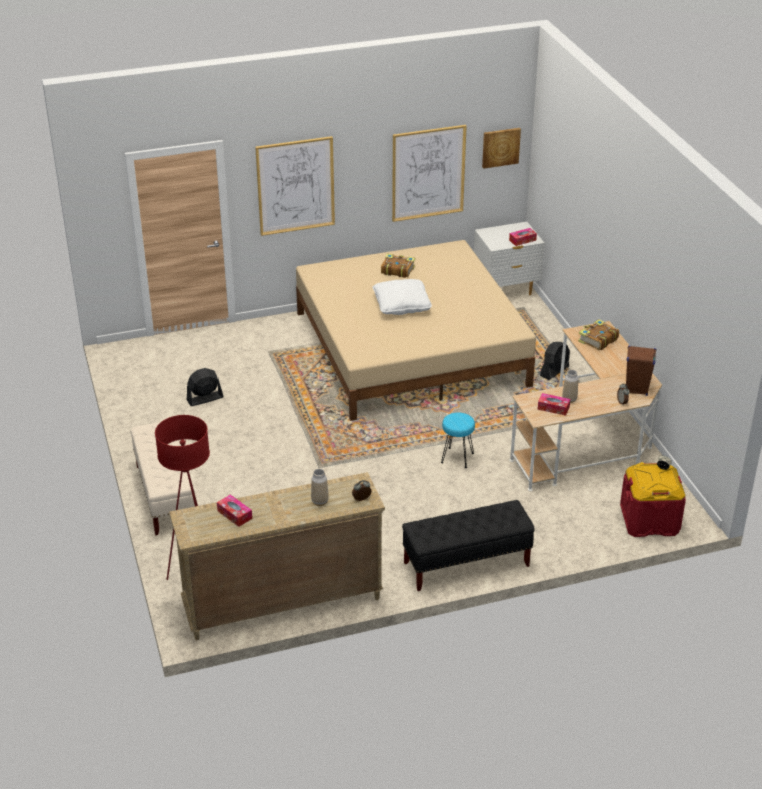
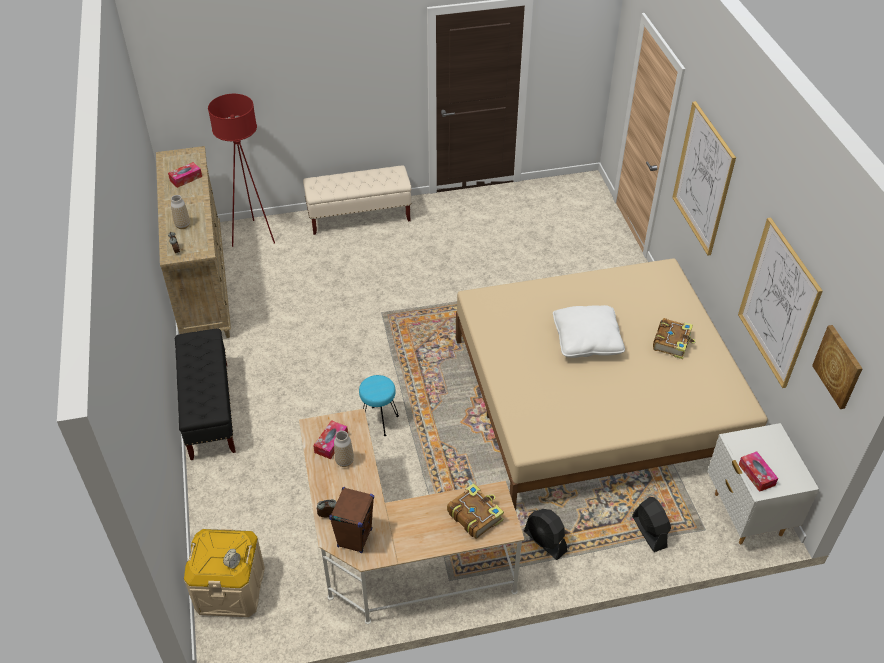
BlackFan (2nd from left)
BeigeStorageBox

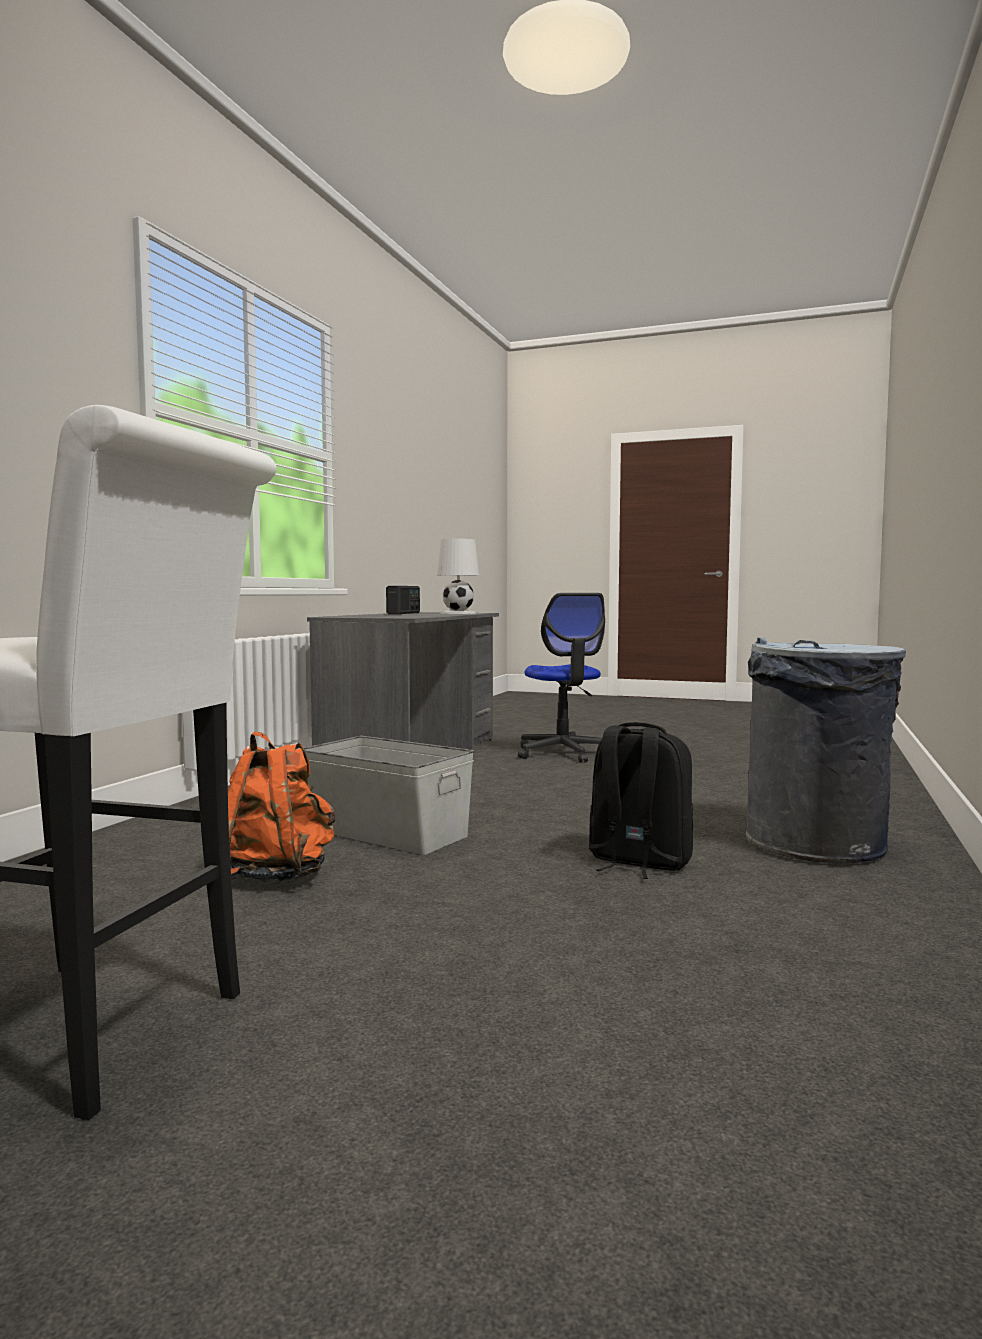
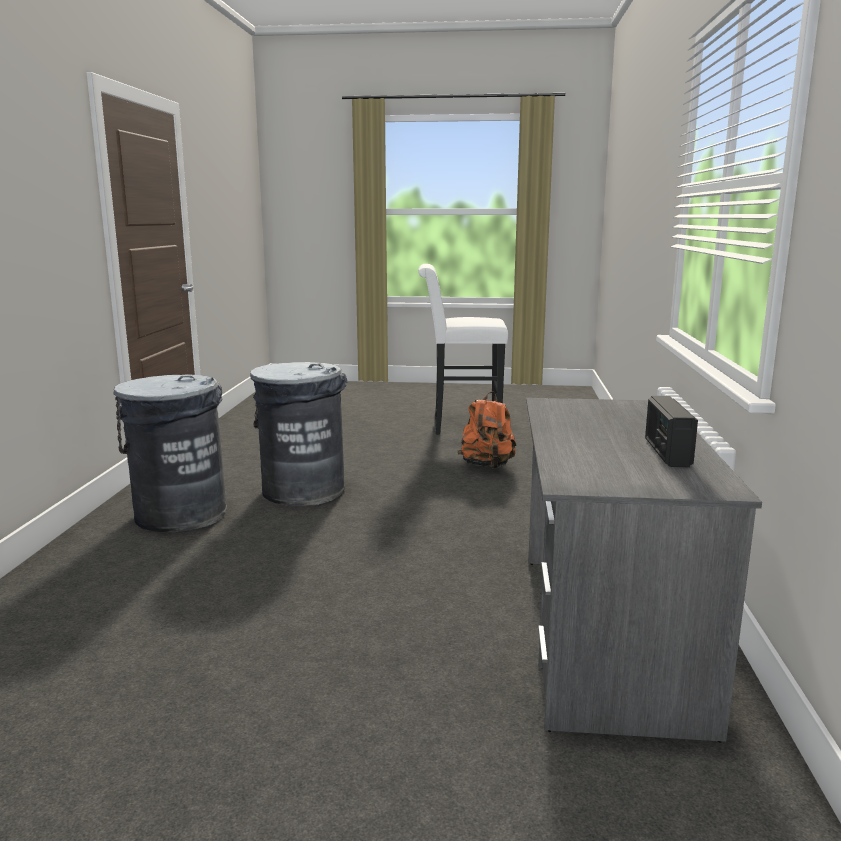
GreyStorageBox
WhiteTableLamp
OfficeChair
GreyTrashCan (2nd from left)

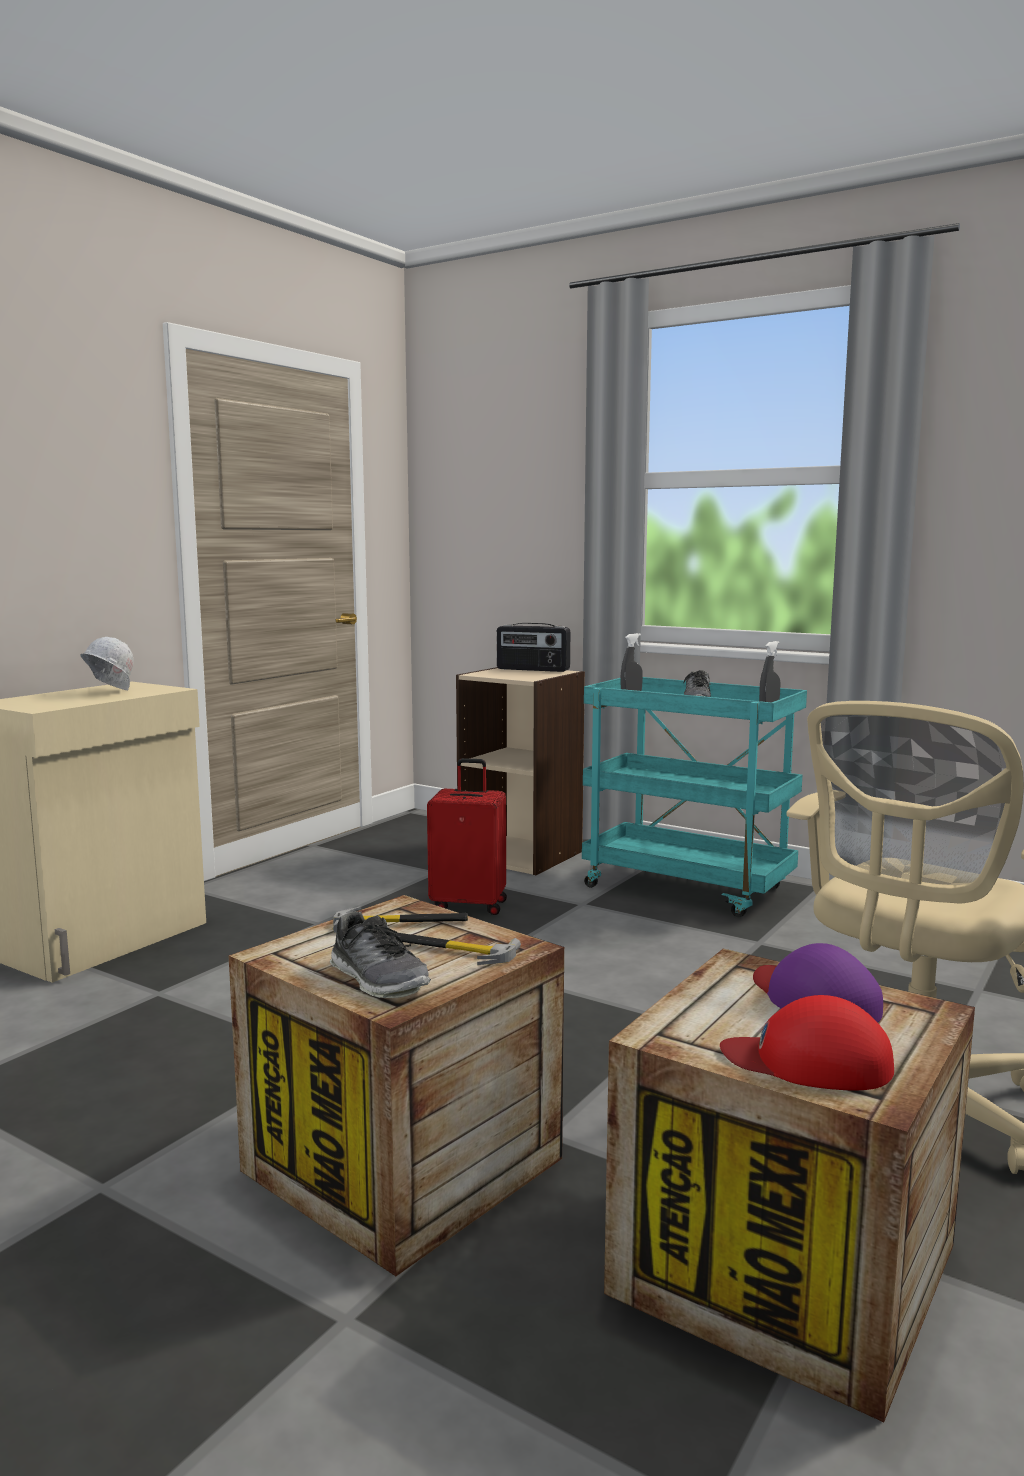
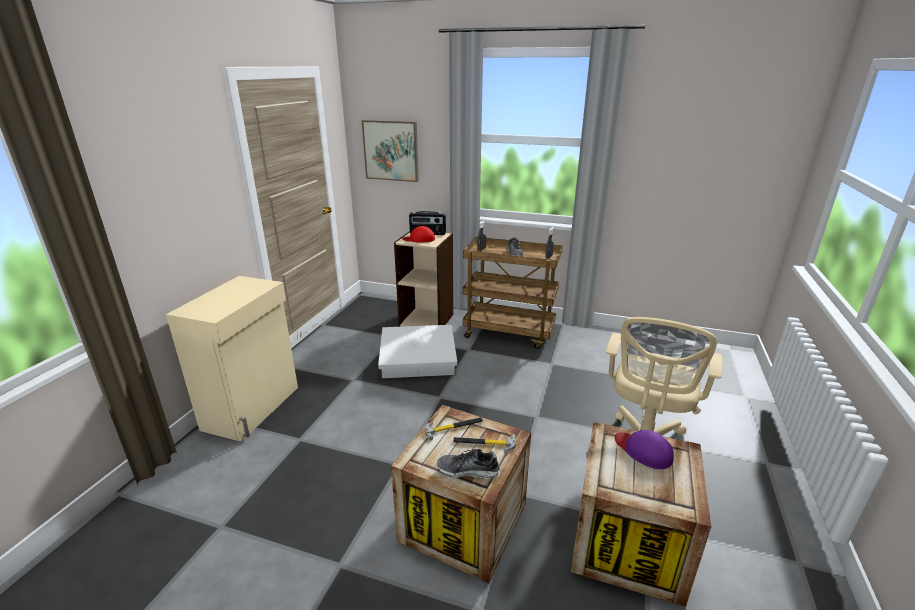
WhiteHardHat
Shoe (1st from left)
WhiteStorageBox
BrownCart
RedCap
Picture

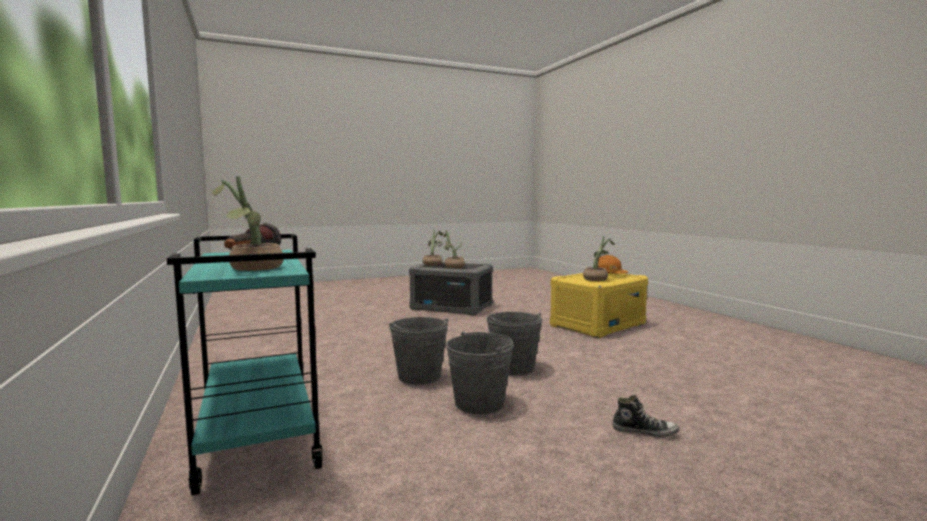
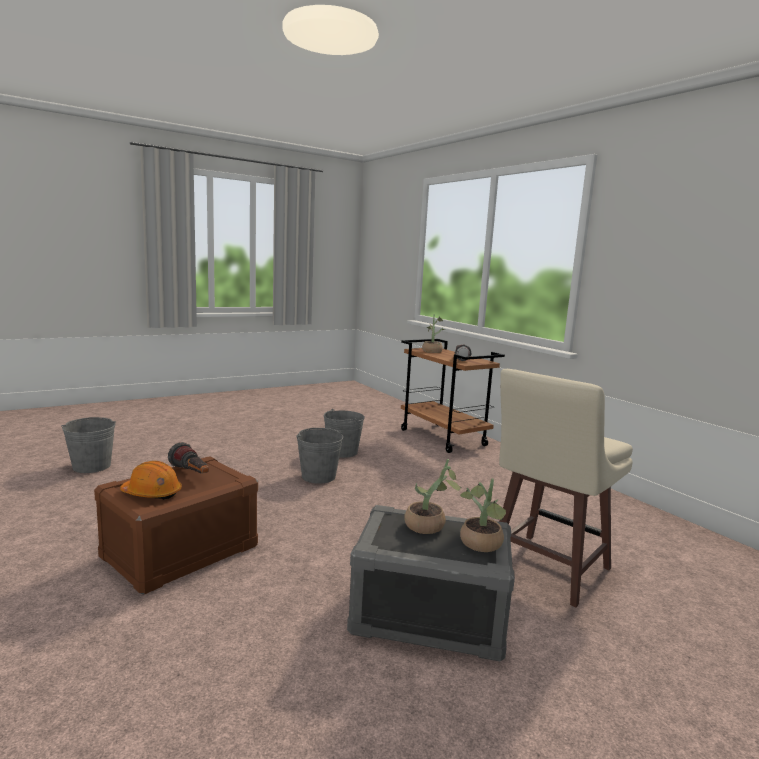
BrownCart
GreyBucket (1st from left)
BrownStorageBox
Flashlight (1st from left)
Shoe
BeigeStool

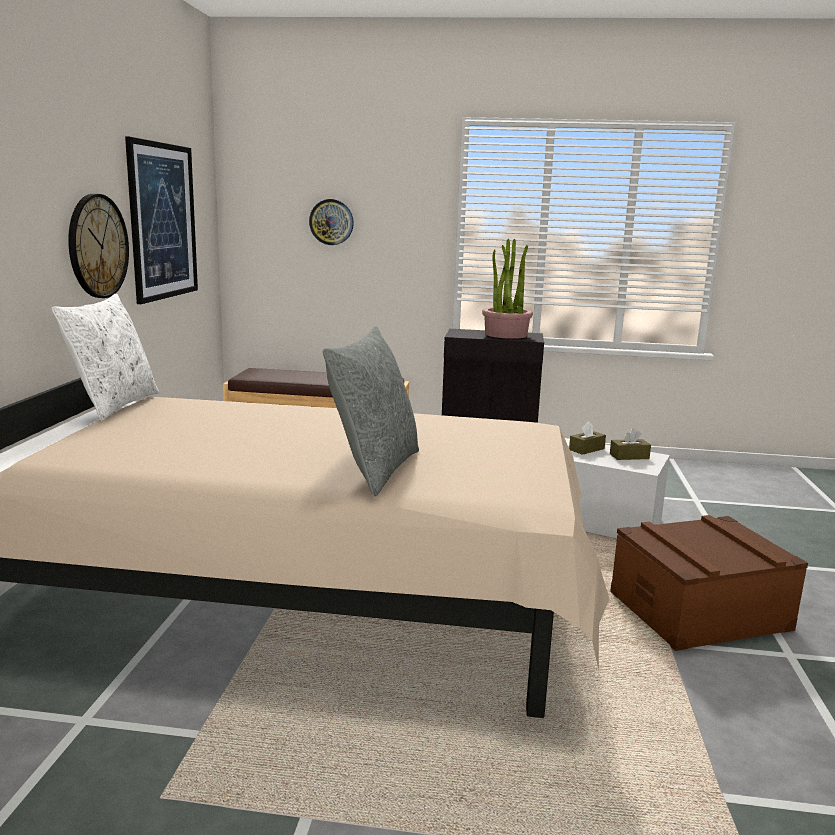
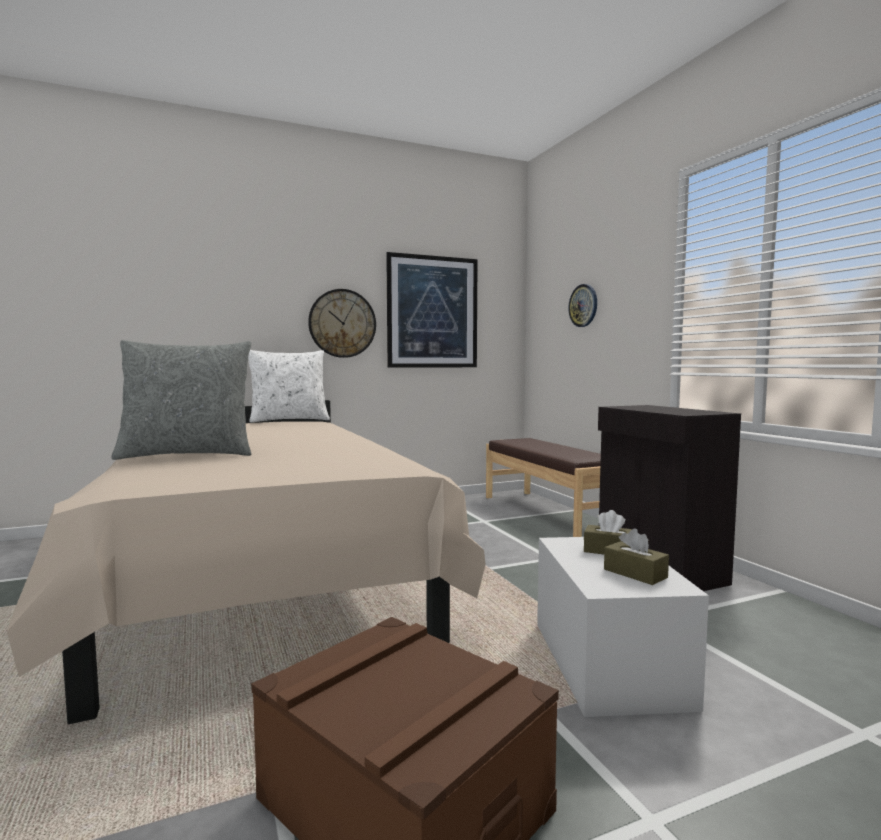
PottedPlant

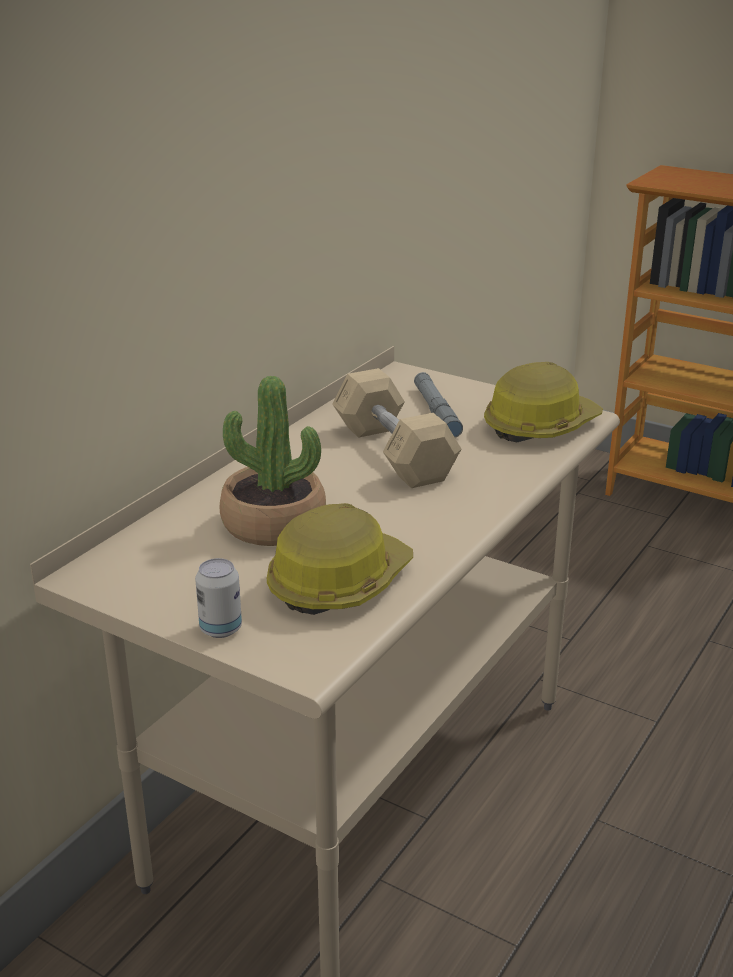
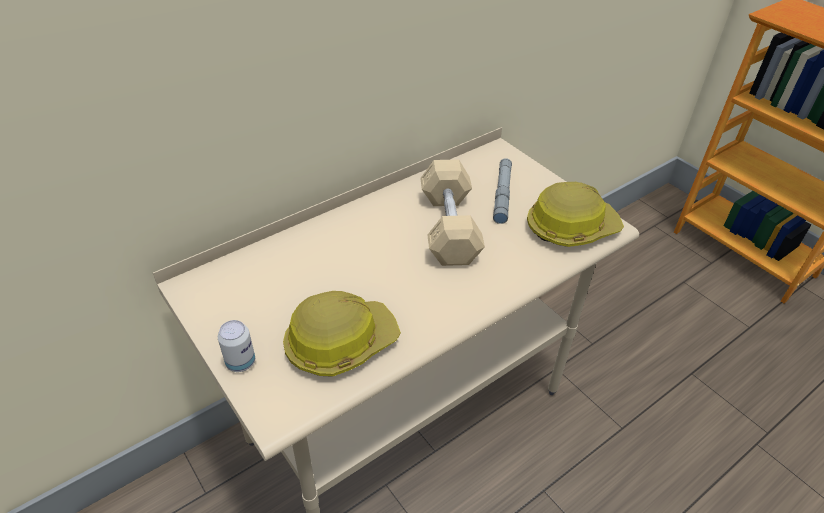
PottedPlant

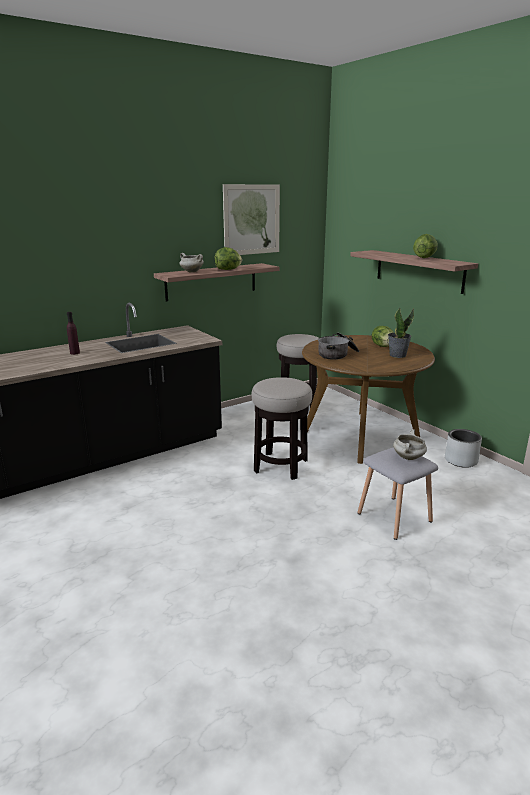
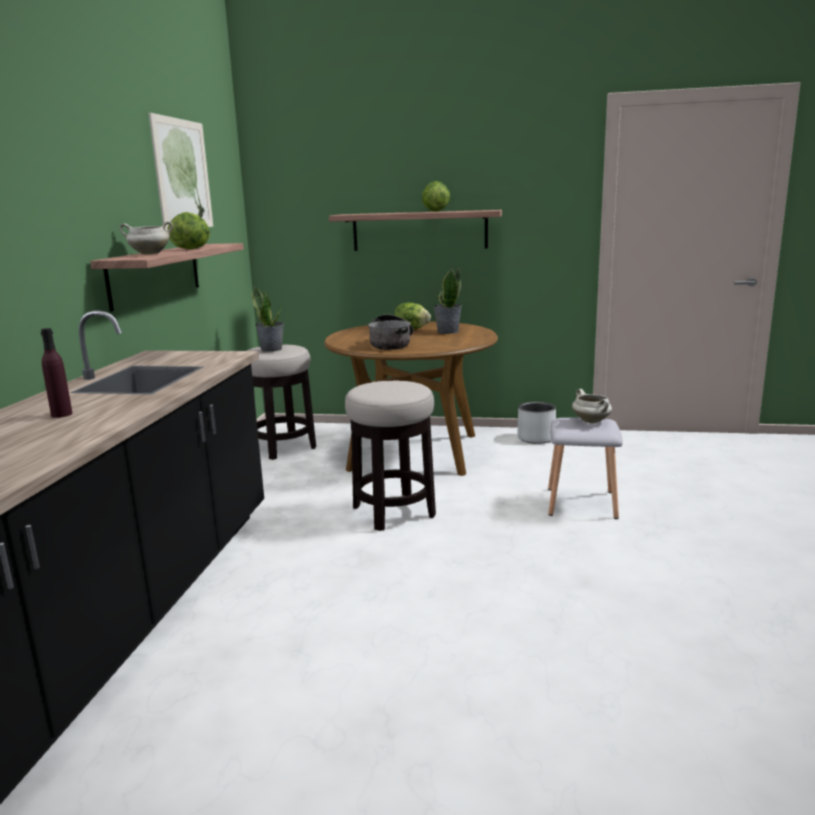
PottedPlant (1st from left)

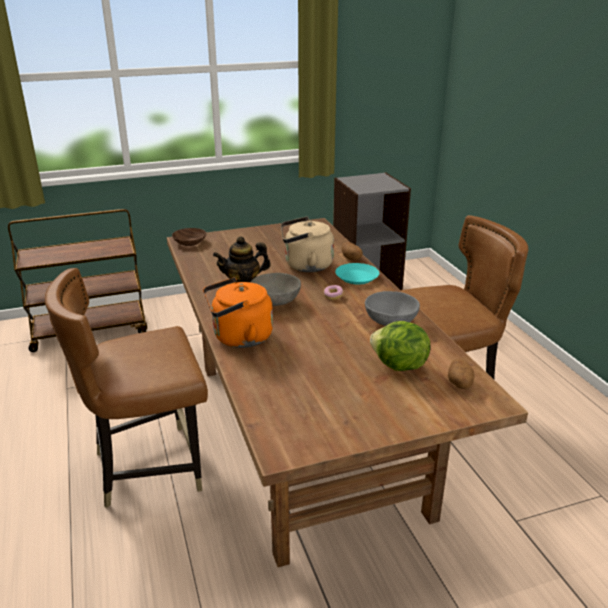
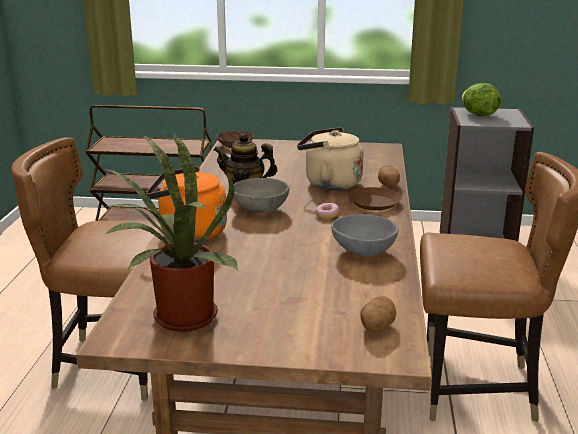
BrownPlate
Lettuce
PottedPlant

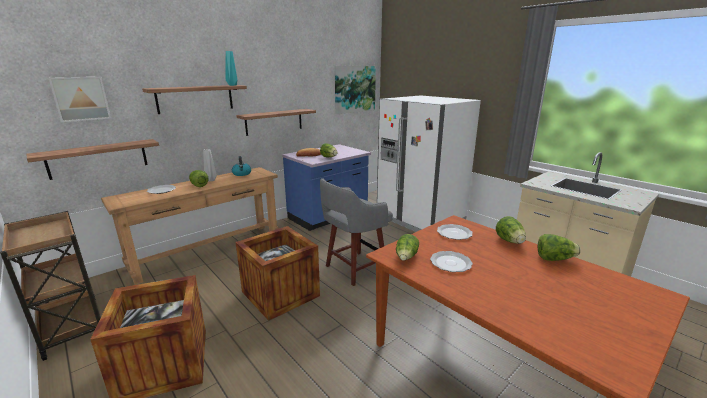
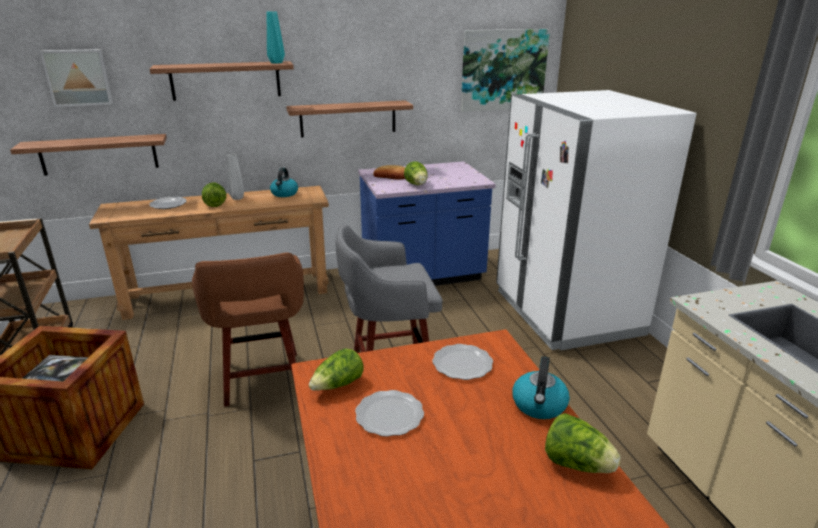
BrownStool
Kettle (2nd from left)

